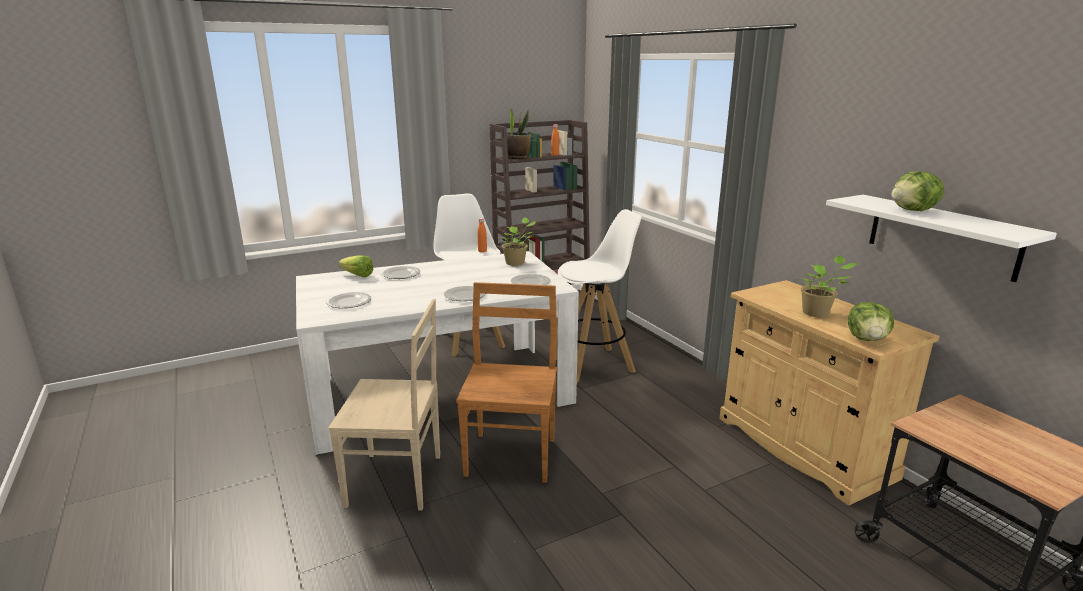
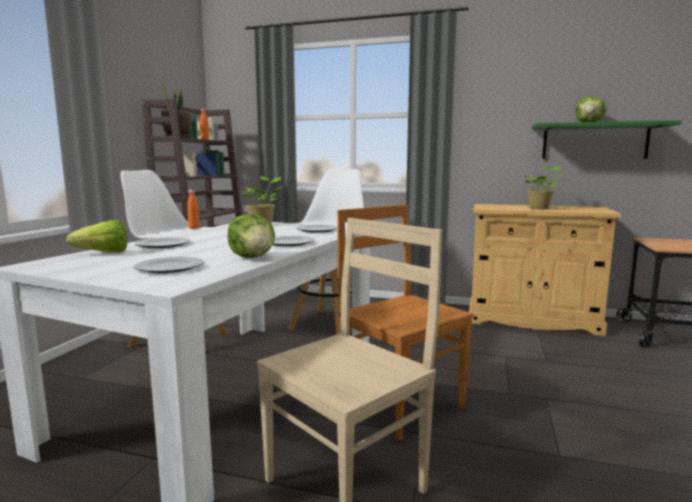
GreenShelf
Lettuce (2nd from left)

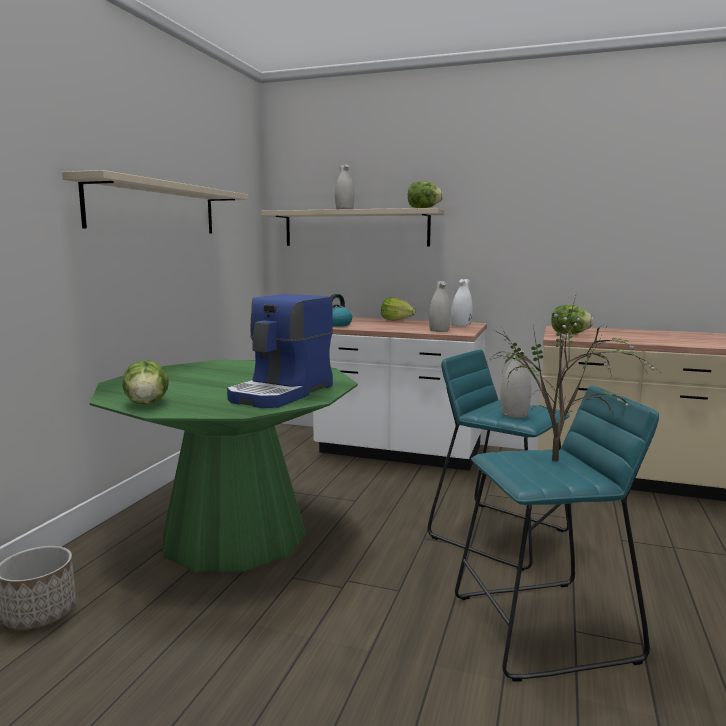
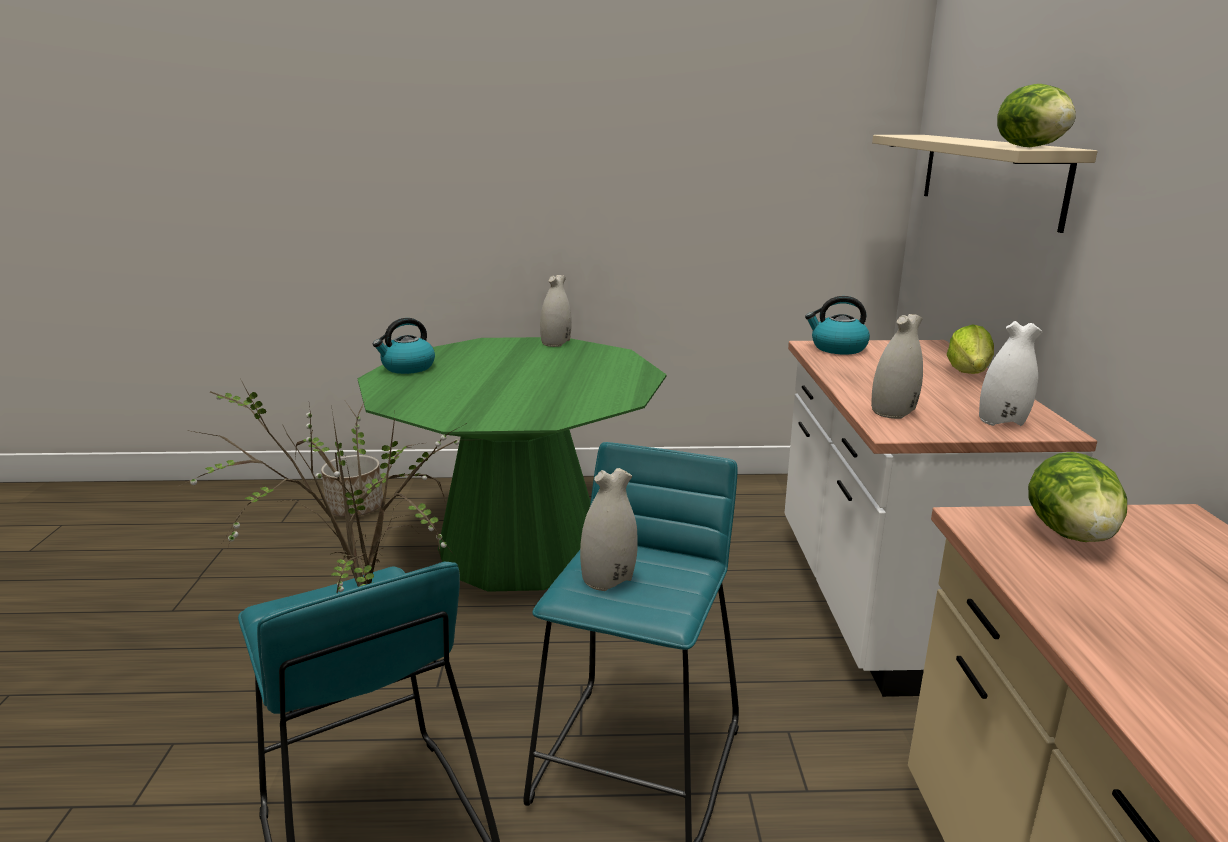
BeigeShelf (1st from left in the first image)
Kettle (1st from left)
CoffeeMachine
WhiteVase (1st from left)

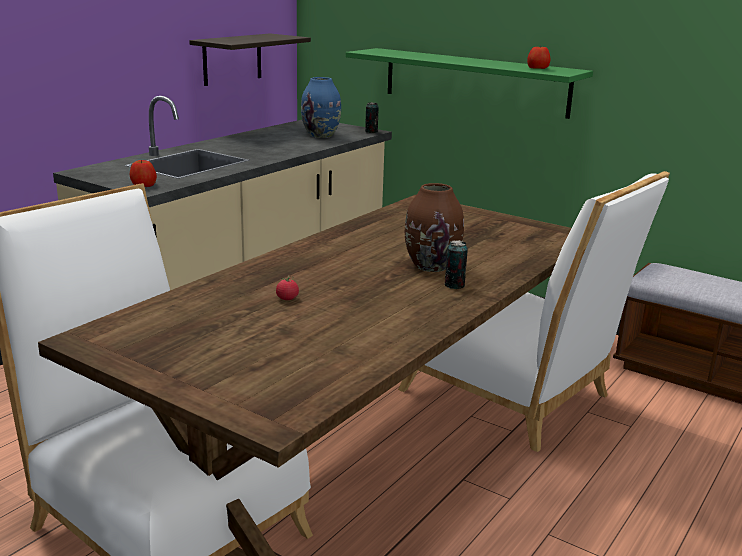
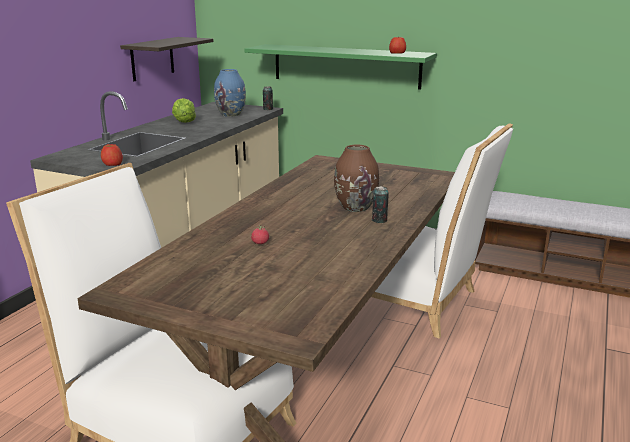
Lettuce

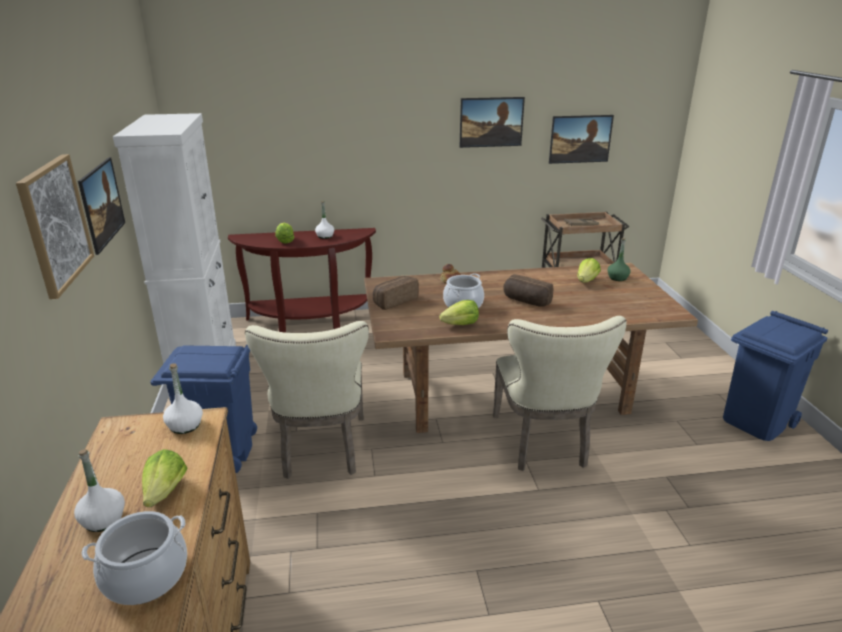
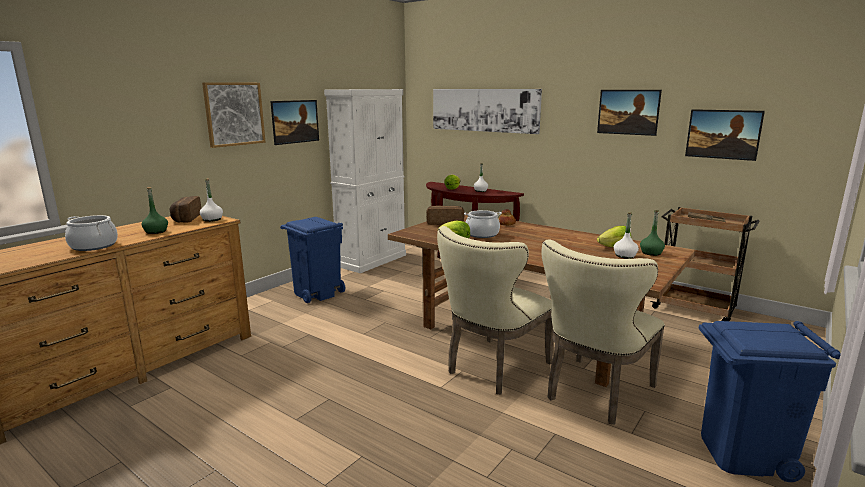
WhiteBottle (3rd from left)
GreenBottle (1st from left)
BeigeChair (2nd from left)
Bread (1st from left)
Picture (3rd from left)

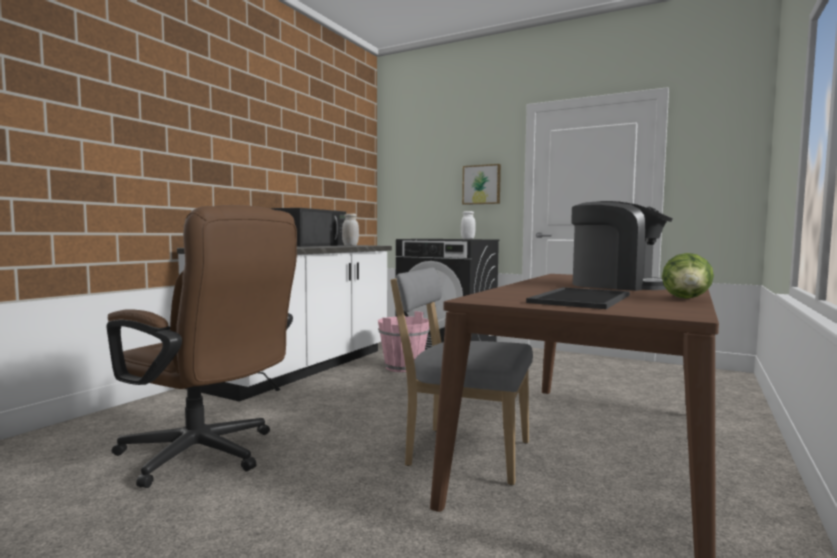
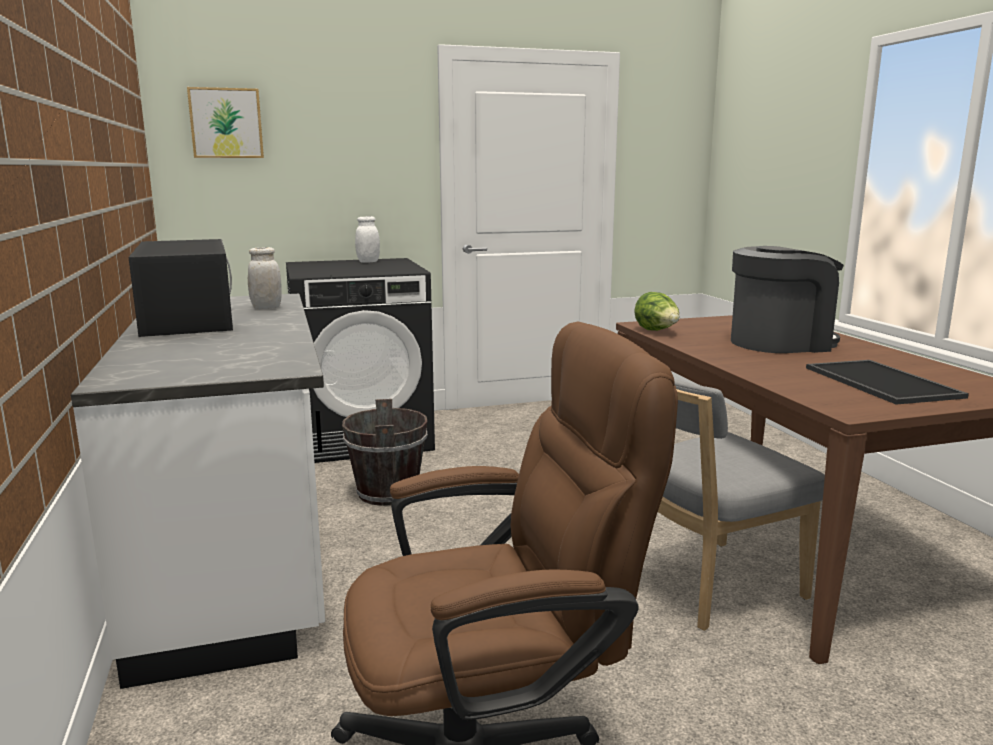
BrownBucket
Picture
Lettuce

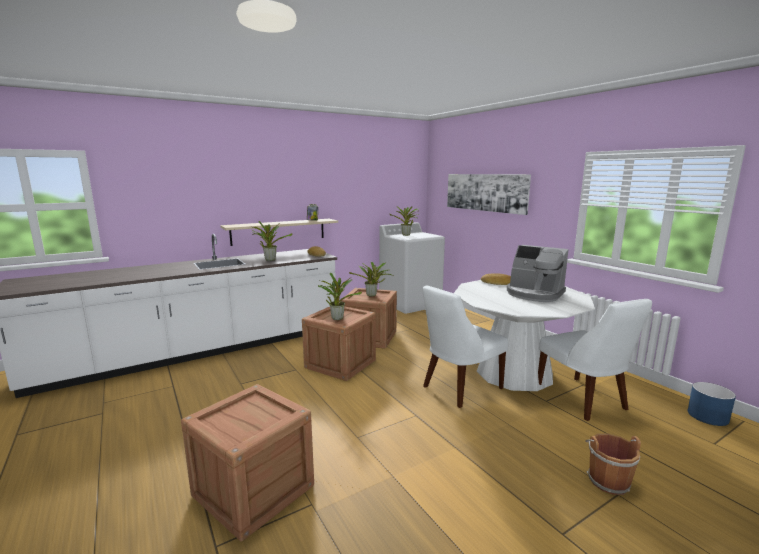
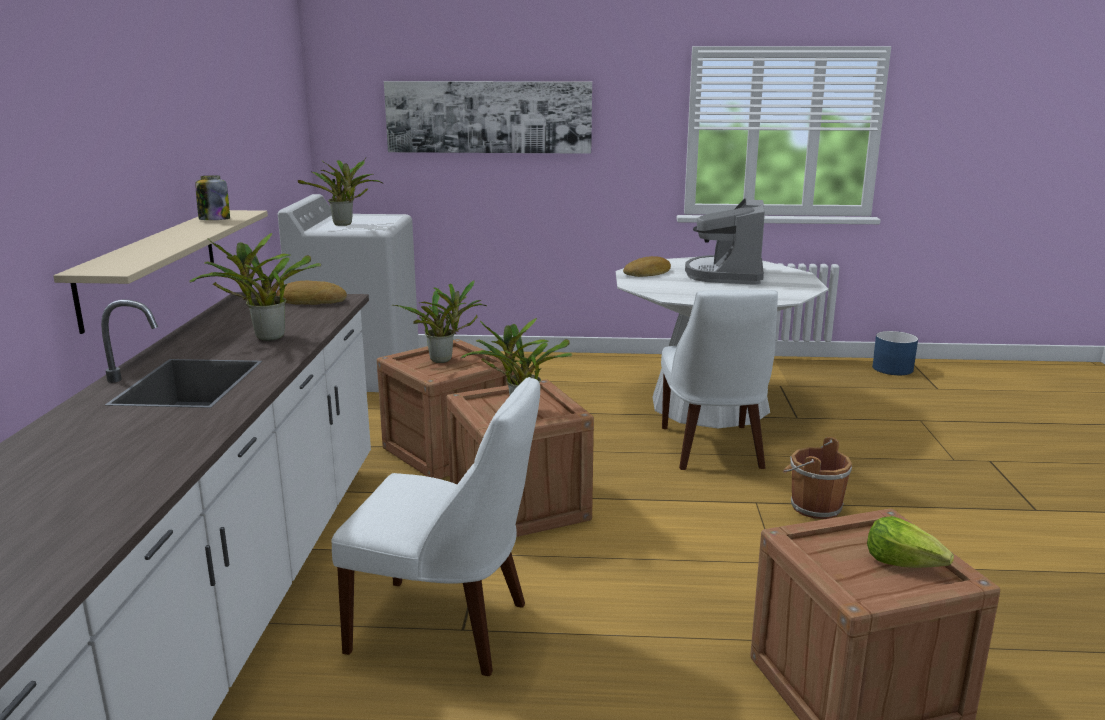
CoffeeMachine
WhiteChair (1st from left)
BrownBucket
Lettuce

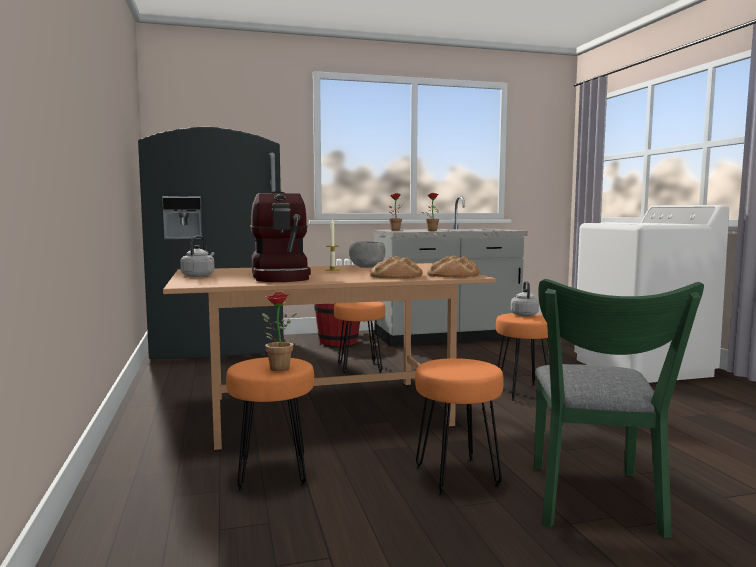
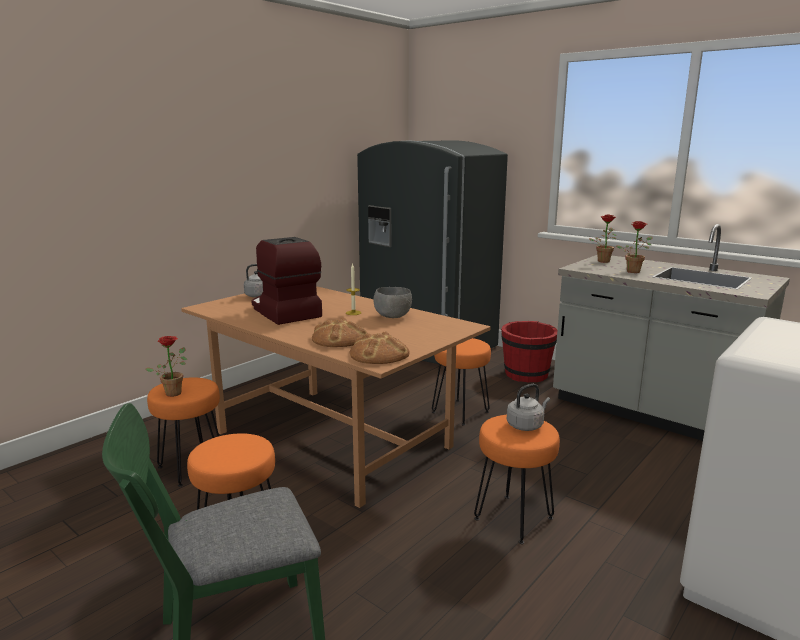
CoffeeMachine

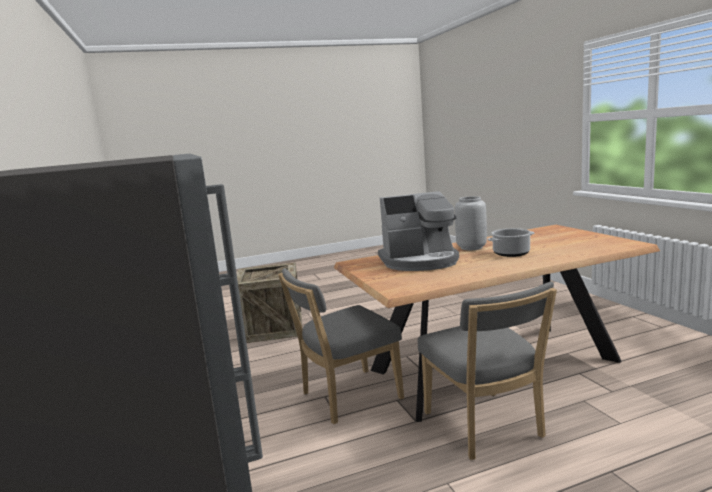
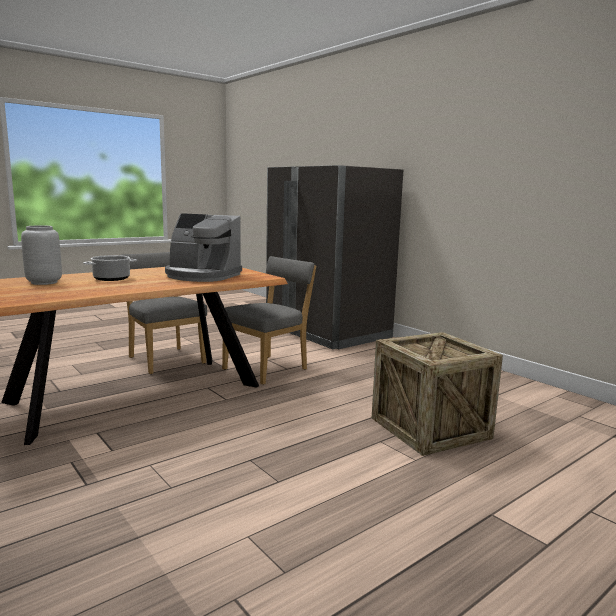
CoffeeMachine
GreyVase

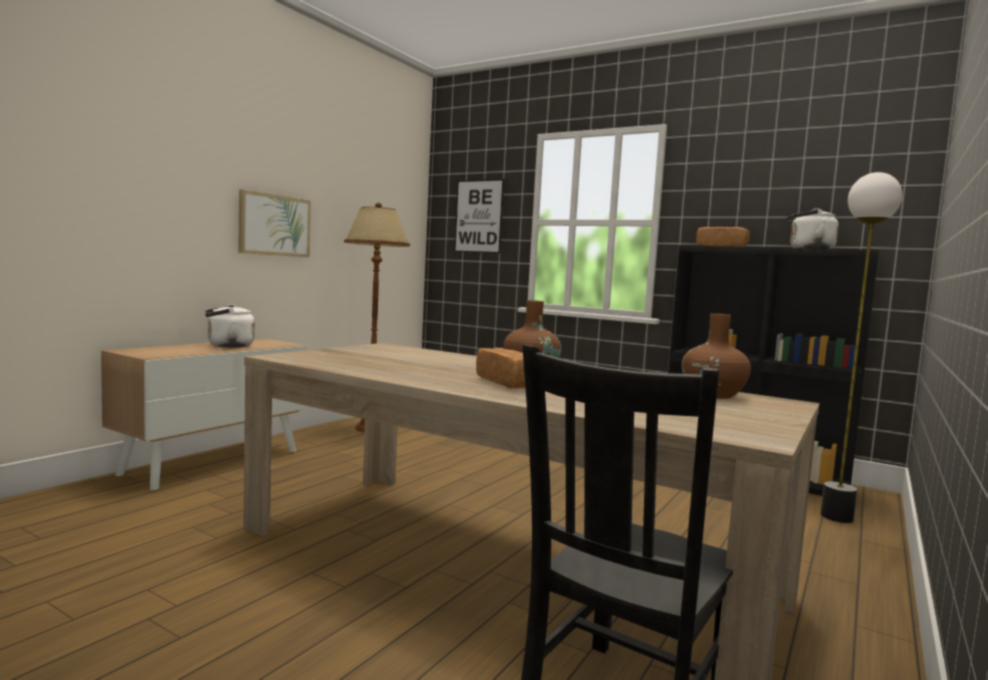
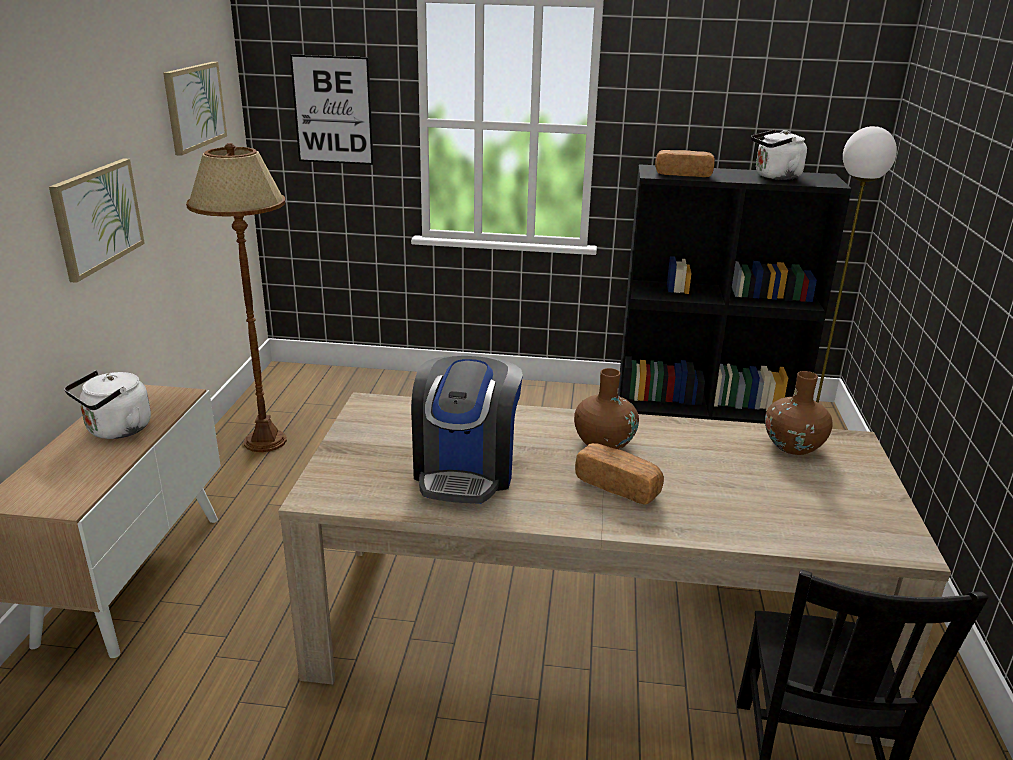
Picture (2nd from left)
CoffeeMachine

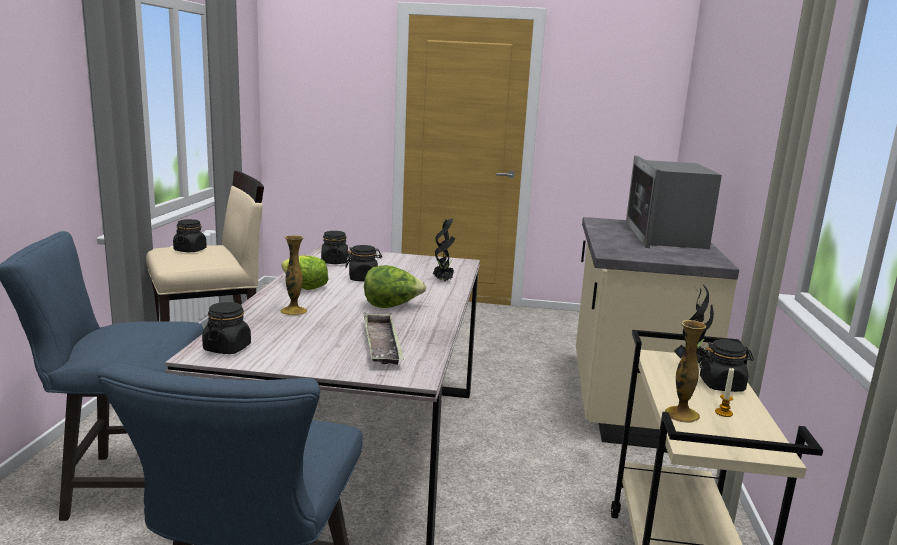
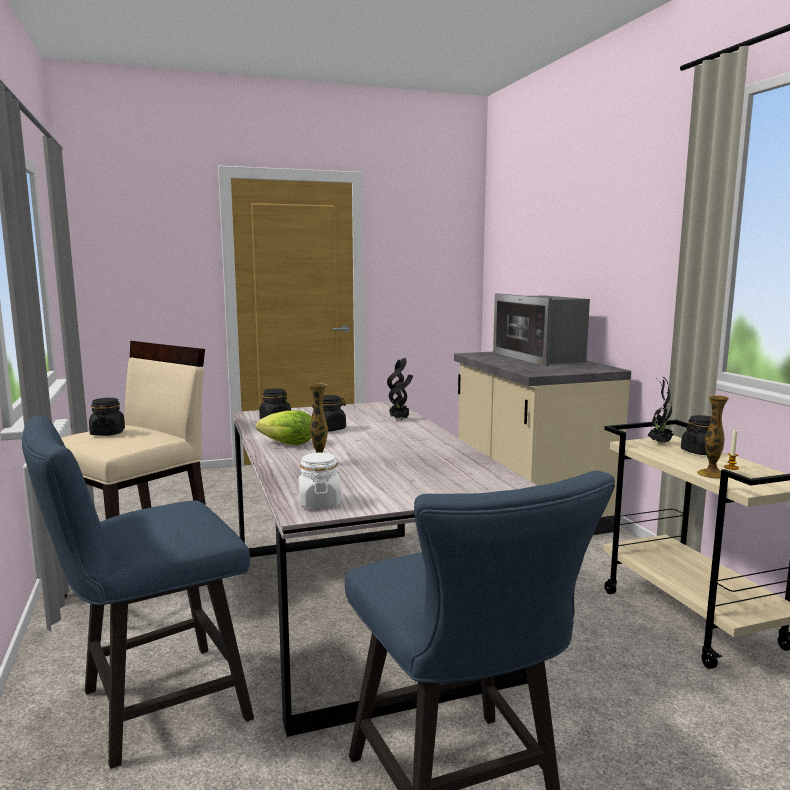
WhiteJar
Tray
Lettuce (2nd from left in the first image)

